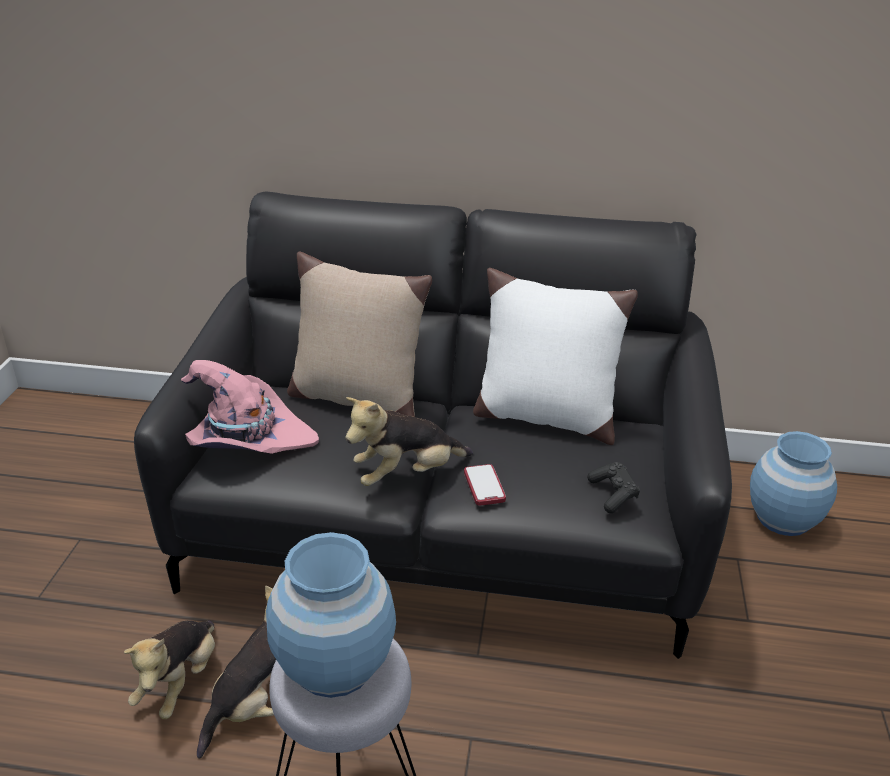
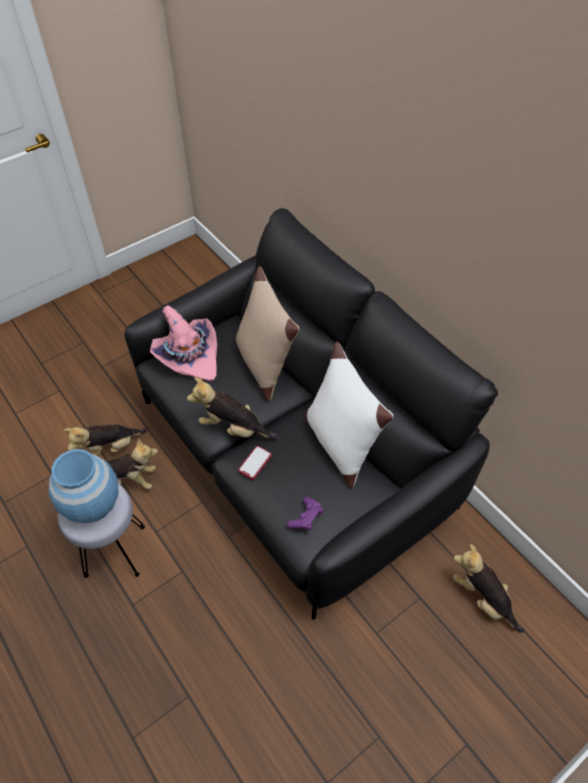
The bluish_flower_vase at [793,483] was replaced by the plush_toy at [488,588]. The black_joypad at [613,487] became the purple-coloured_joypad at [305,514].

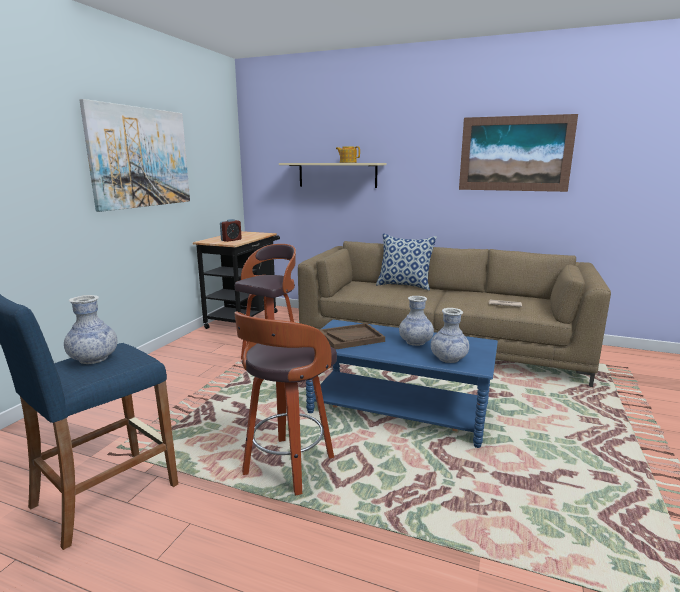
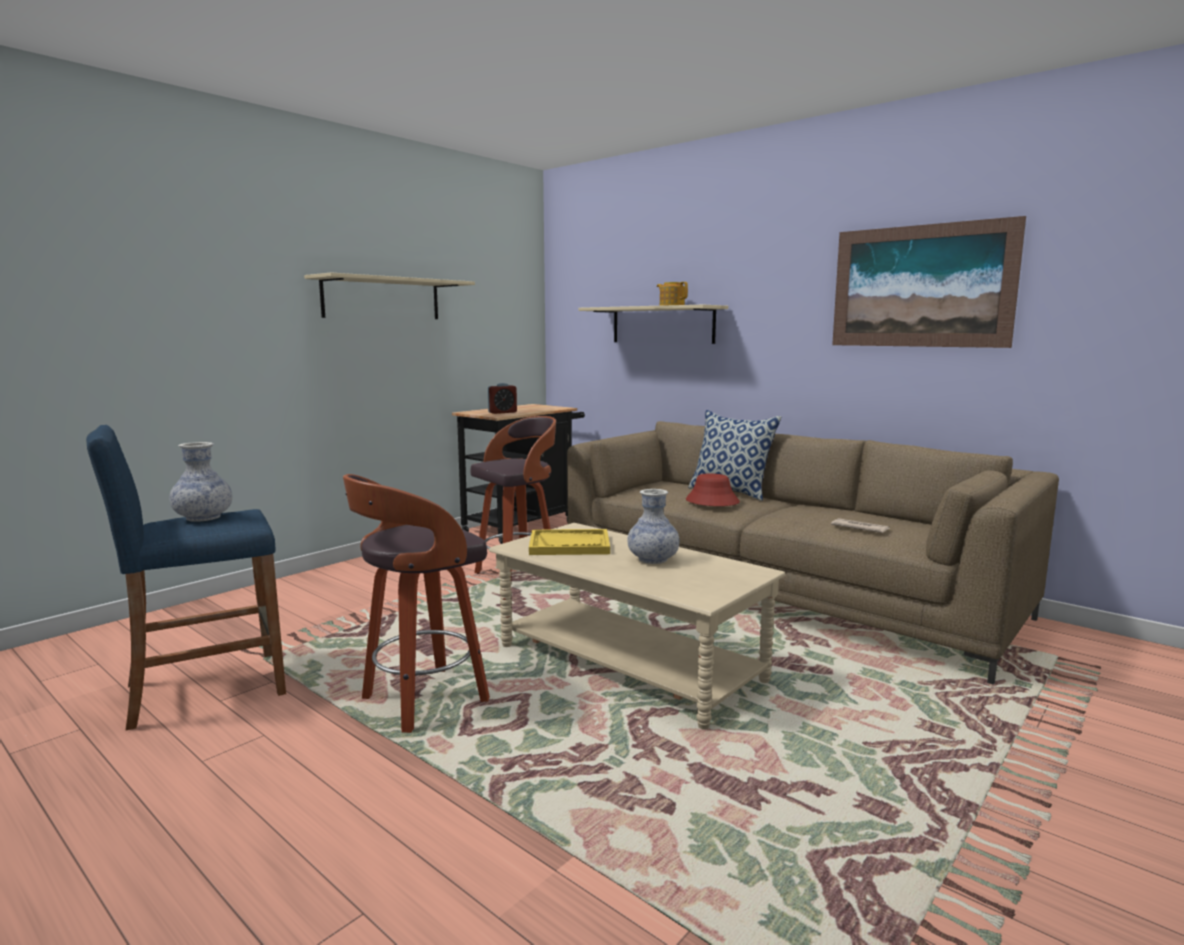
The flower_vase at [450,335] disappeared. The reddish_wearable_hat at [713,489] appeared. The wall_picture at [134,155] was replaced by the sand-coloured_shelf at [389,296]. The bluish_coffee_table at [402,384] became the sand-coloured_coffee_table at [637,626]. The brown-coloured_tray at [352,336] became the yellow-coloured_tray at [569,542].

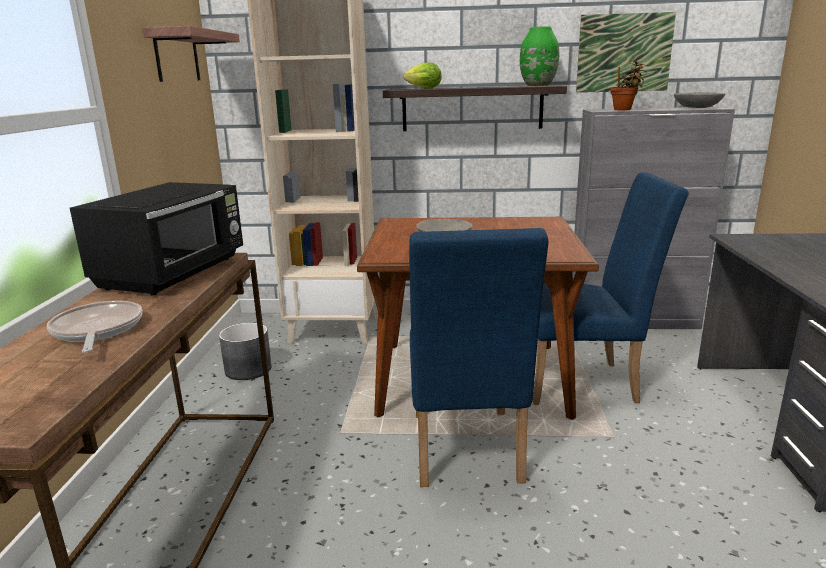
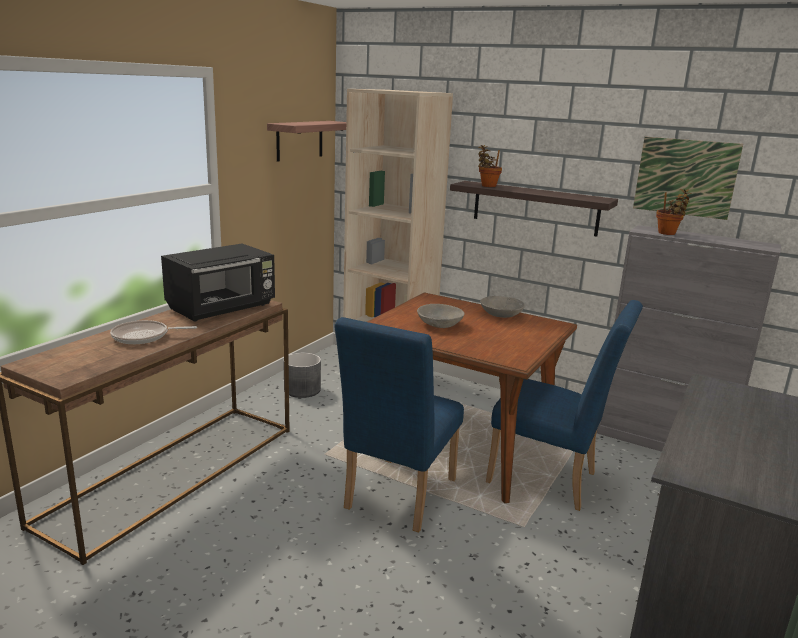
The greenish_flower_vase at [539,56] disappeared. The gray_bowl moved from [699,100] to [502,307]. The lettuce at [422,75] was replaced by the plant_in_a_pot at [490,166]. The frying_pan at [95,326] turned 105 degrees counterclockwise.

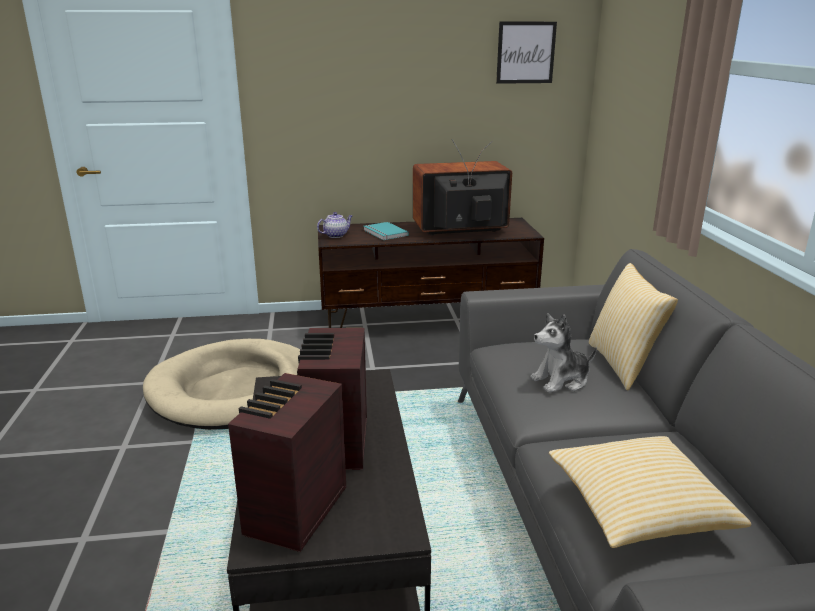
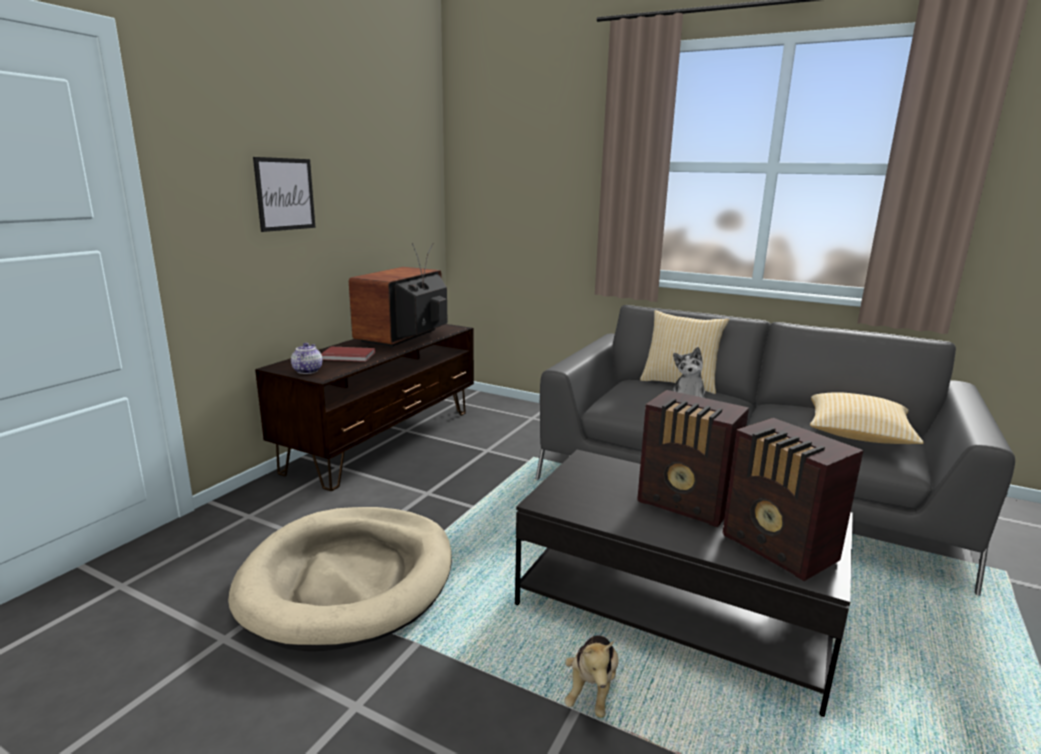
The plush_toy at [591,677] appeared. The wall_picture moved from [526,53] to [284,194]. The turquoise_volume at [386,231] became the reddish_volume at [348,354].

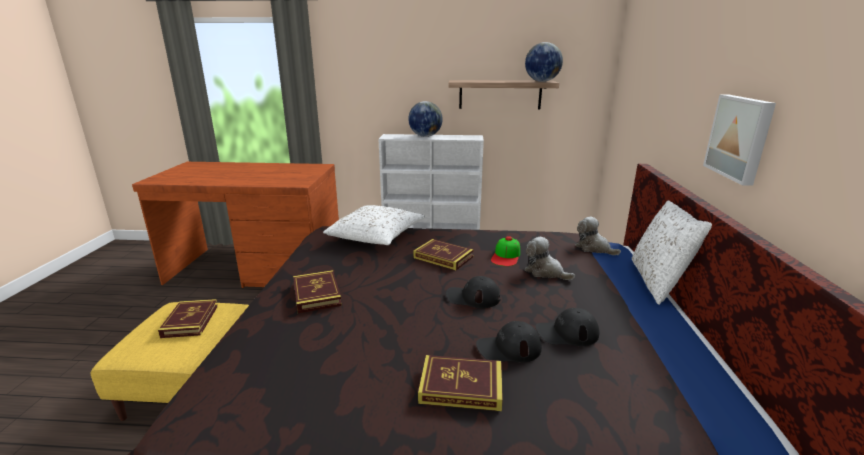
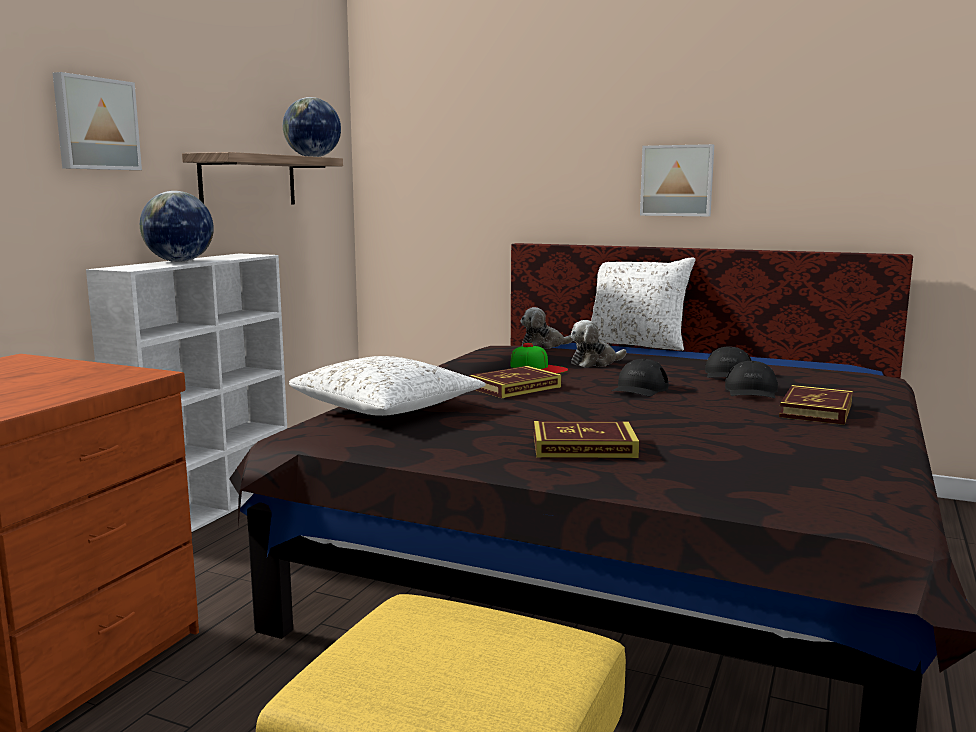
The volume at [188,318] disappeared. The wall_picture at [97,121] appeared.

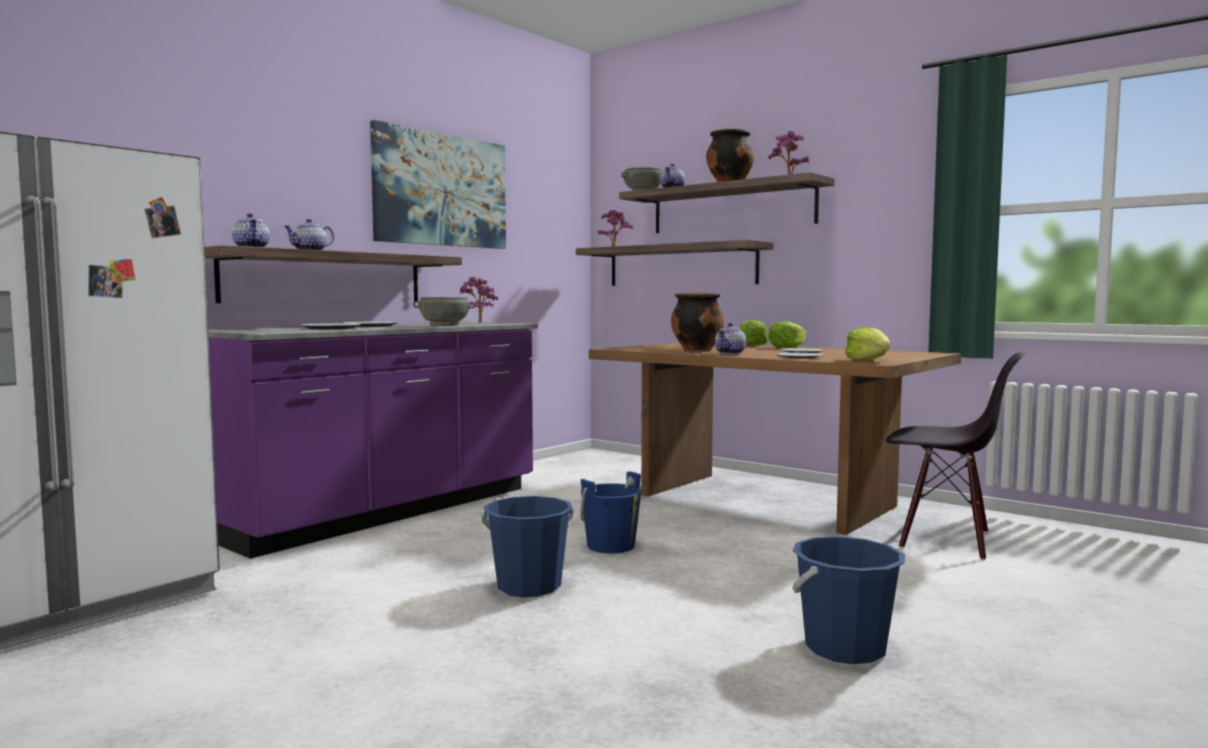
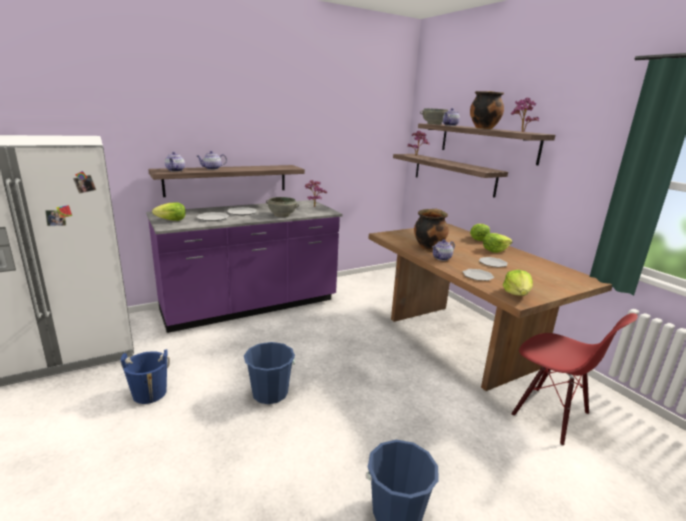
The wall_picture at [438,184] disappeared. The lettuce at [169,211] appeared. The bluish_bucket moved from [610,512] to [145,376]. The black_upright_chair at [956,456] became the reddish_upright_chair at [574,379].

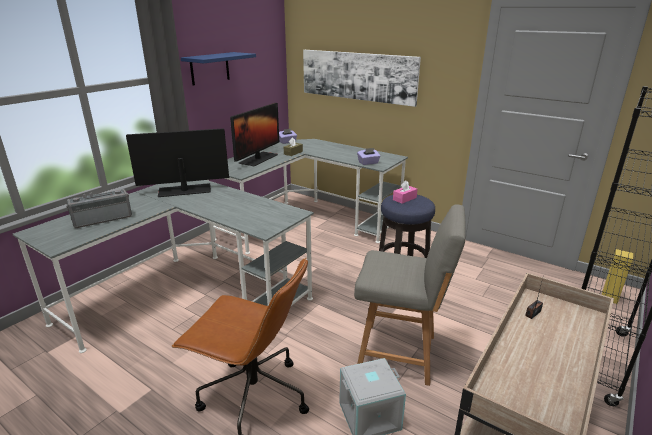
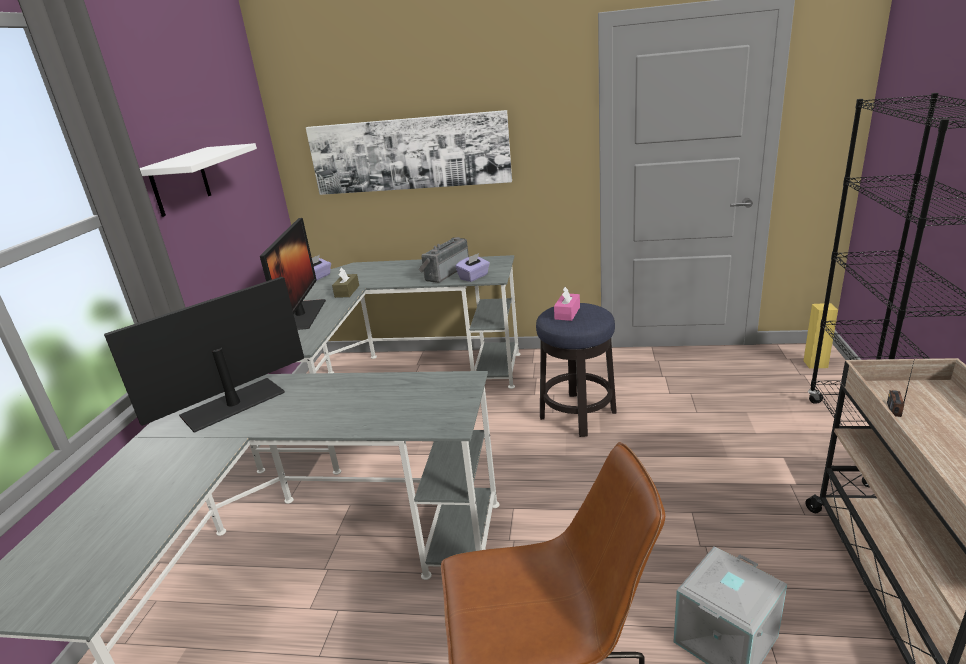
The gray_upright_chair at [410,295] disappeared. The radio_set moved from [99,208] to [443,260]. The bluish_shelf at [218,69] became the white-coloured_shelf at [198,180].

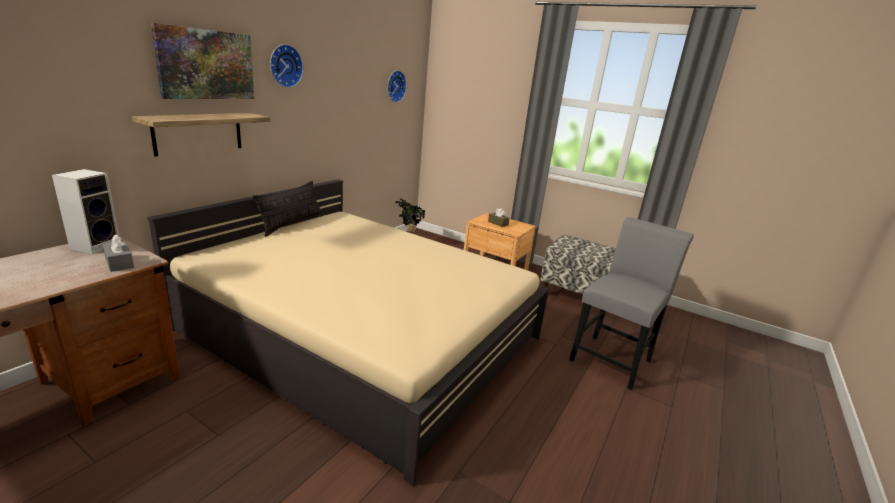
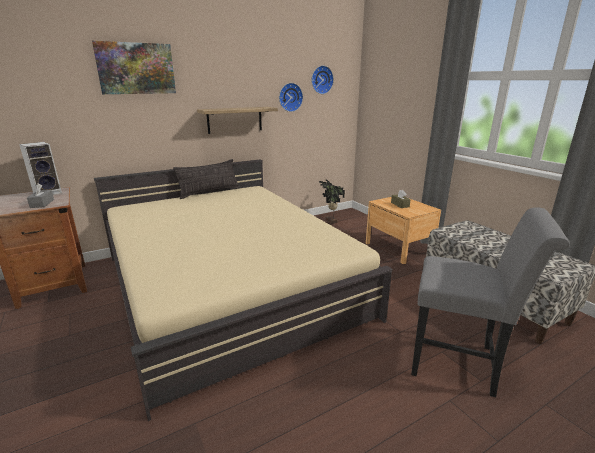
The shelf moved from [201,135] to [237,120]. The wall_clock moved from [286,66] to [291,97]. The gray_upright_chair at [631,303] turned 45 degrees clockwise.

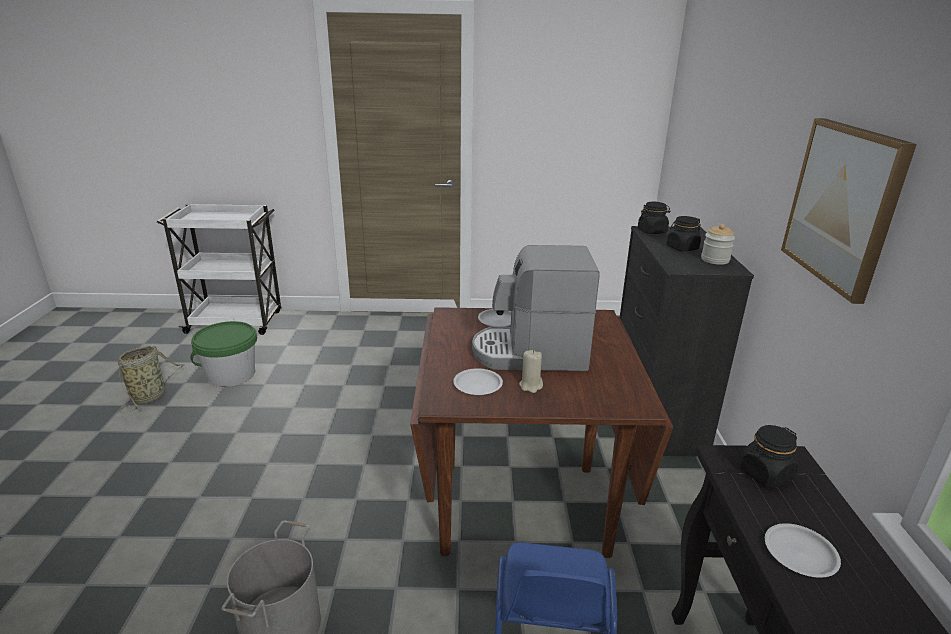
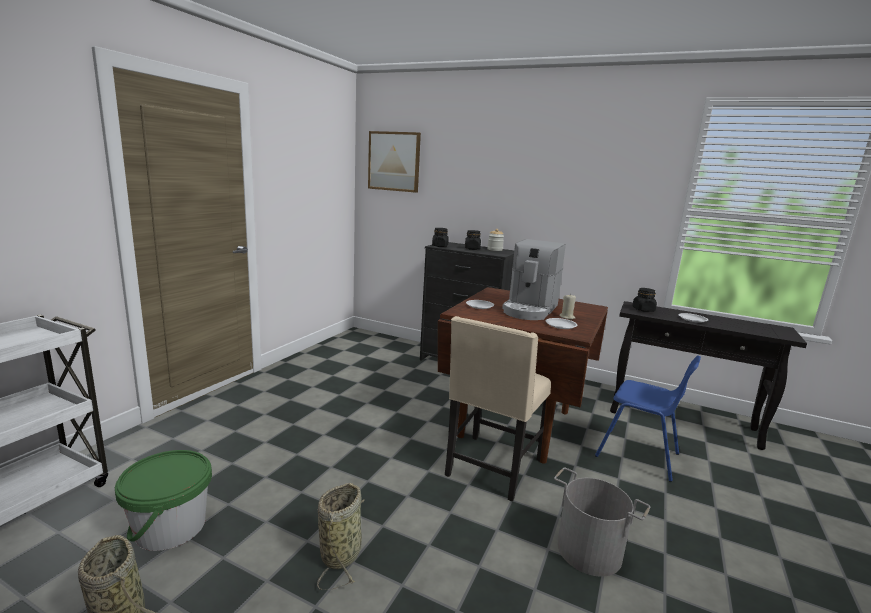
The basket at [341,536] appeared. The sand-coloured_upright_chair at [498,408] appeared. The wall_picture moved from [849,211] to [394,162].

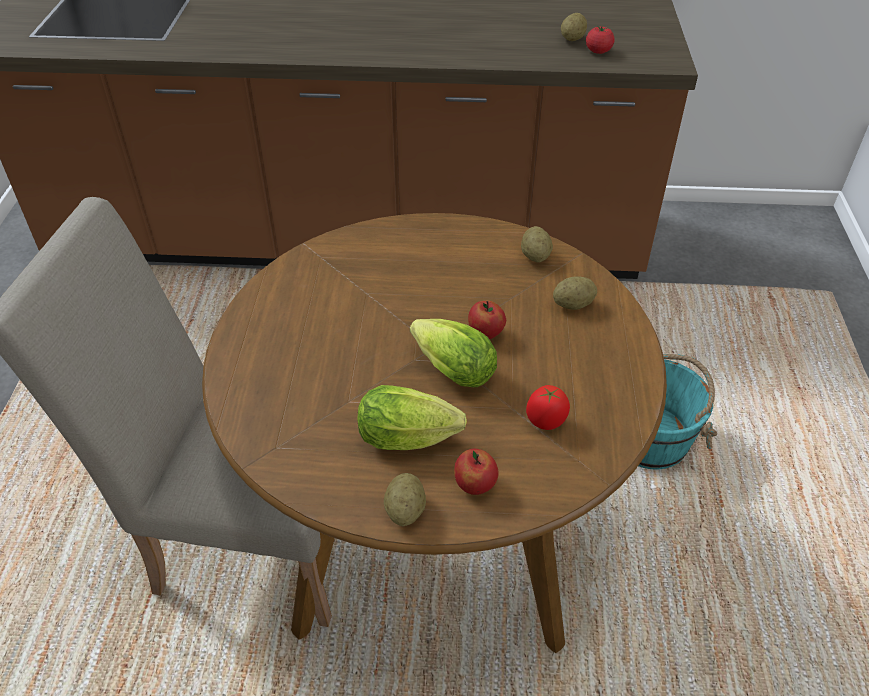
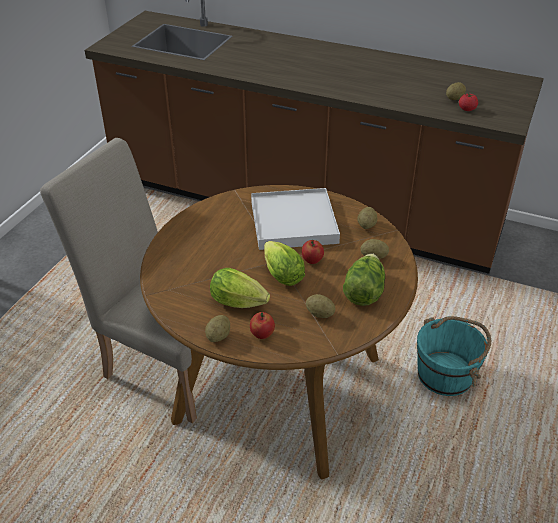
The white-coloured_tray at [295,219] appeared. The lettuce at [364,279] appeared. The fresh_tomato at [548,407] was replaced by the potato at [320,306].

